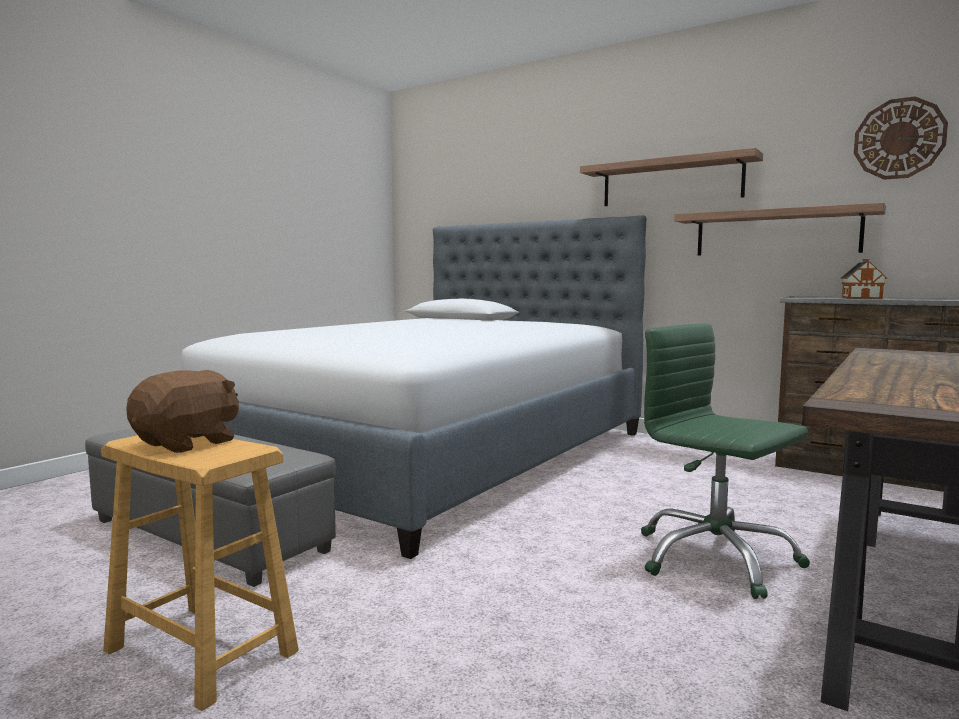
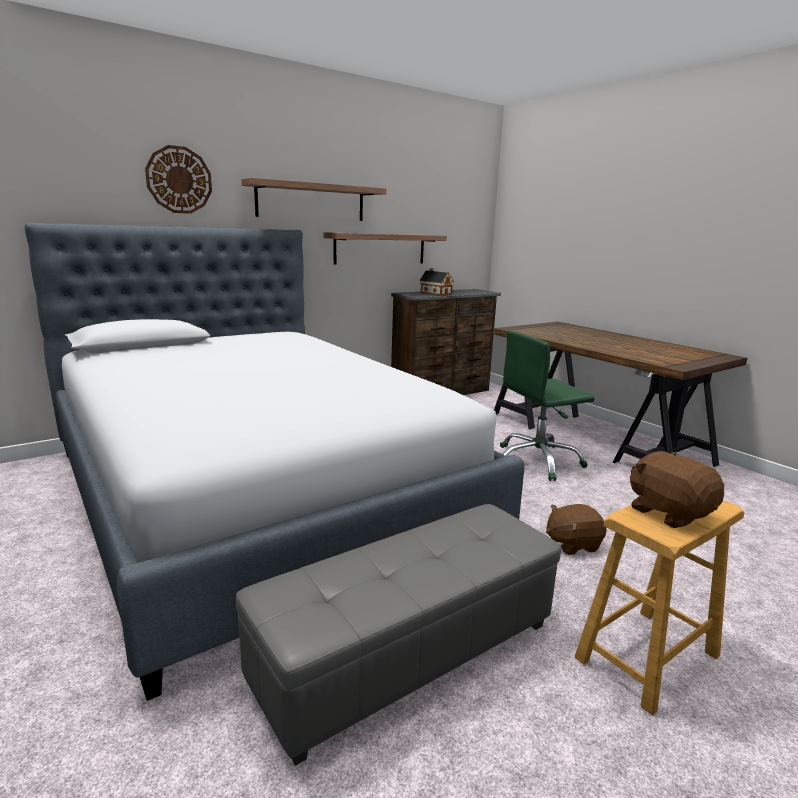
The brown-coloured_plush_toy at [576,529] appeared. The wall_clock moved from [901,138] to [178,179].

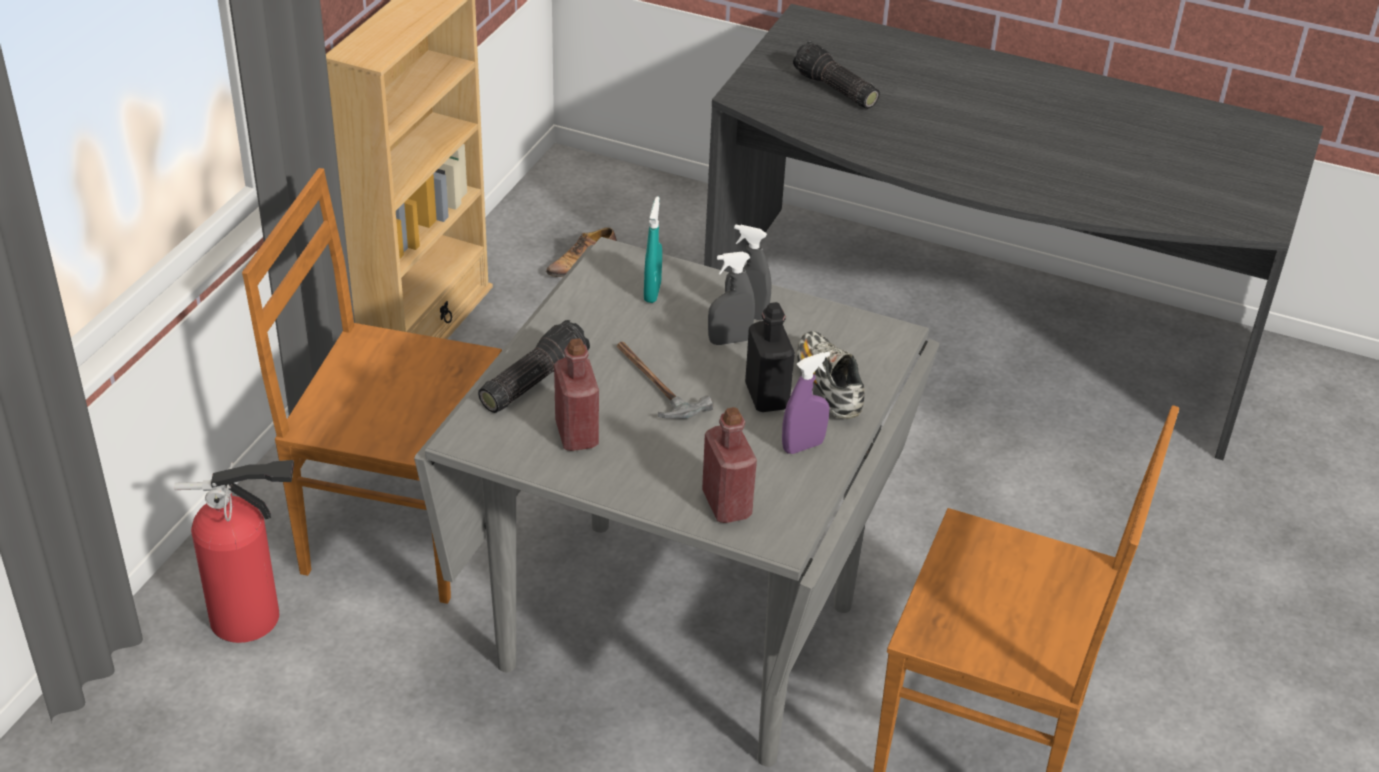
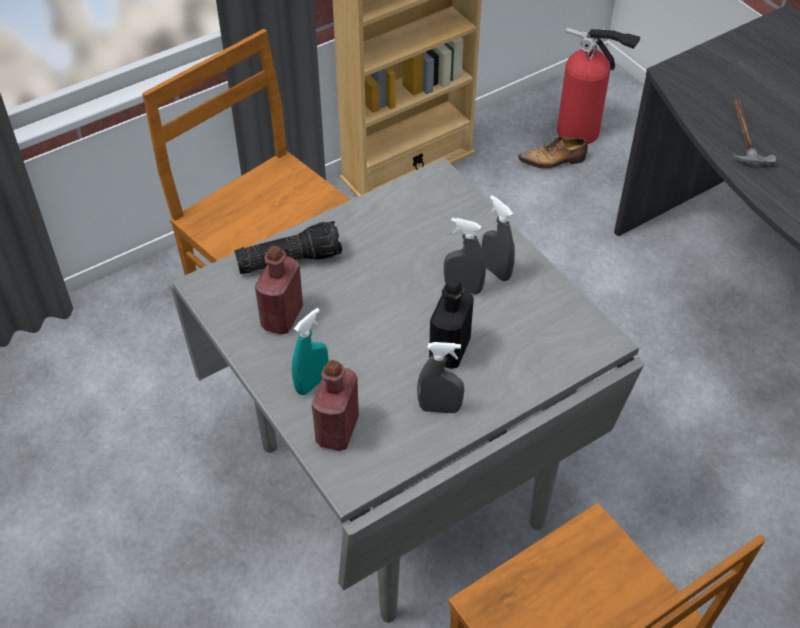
The hand_torch at [836,75] disappeared. The shoe at [831,375] disappeared. The fire_extinguisher moved from [234,551] to [598,85]. The hammer moved from [664,380] to [754,133]. The turquoise_spray_bottle moved from [653,249] to [310,351]. The purple-coloured_spray_bottle at [806,402] became the gray_spray_bottle at [440,377].

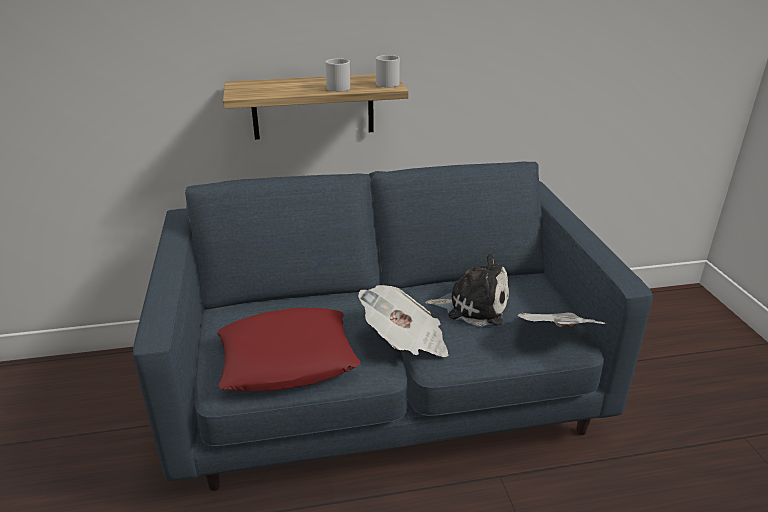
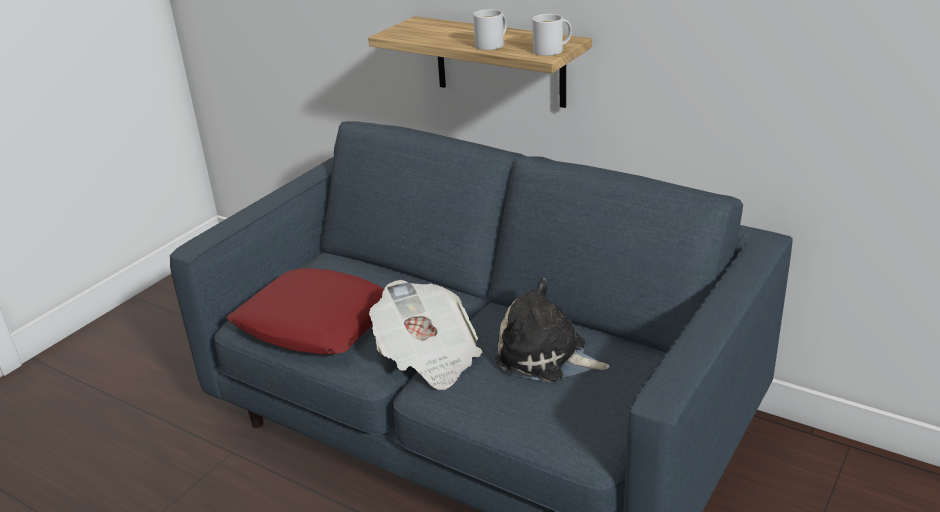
The newspaper at [561,319] disappeared. The plush_toy at [467,290] turned 150 degrees clockwise.

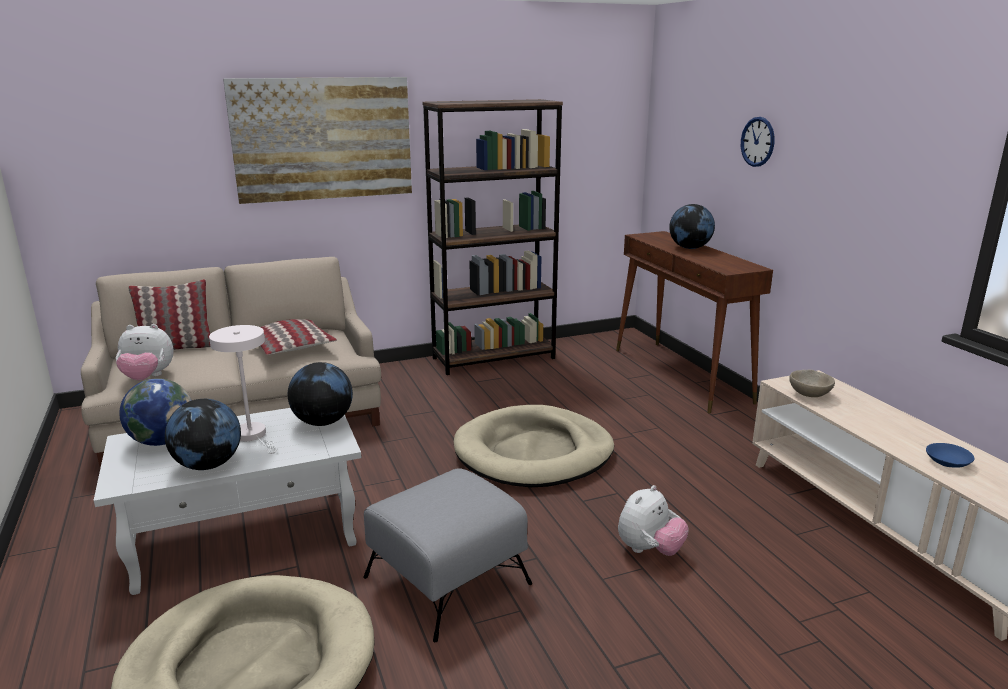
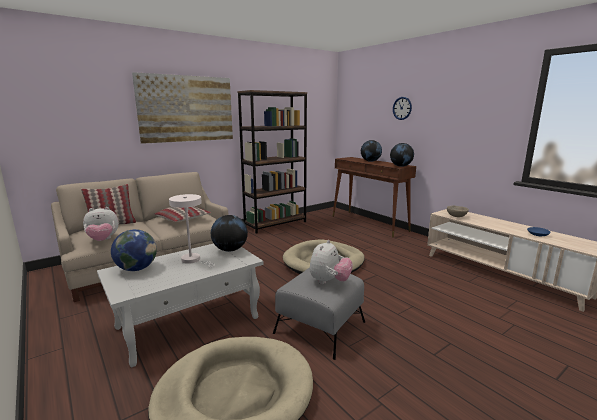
The world_globe moved from [203,434] to [402,155]. The plush_toy moved from [653,520] to [331,262].

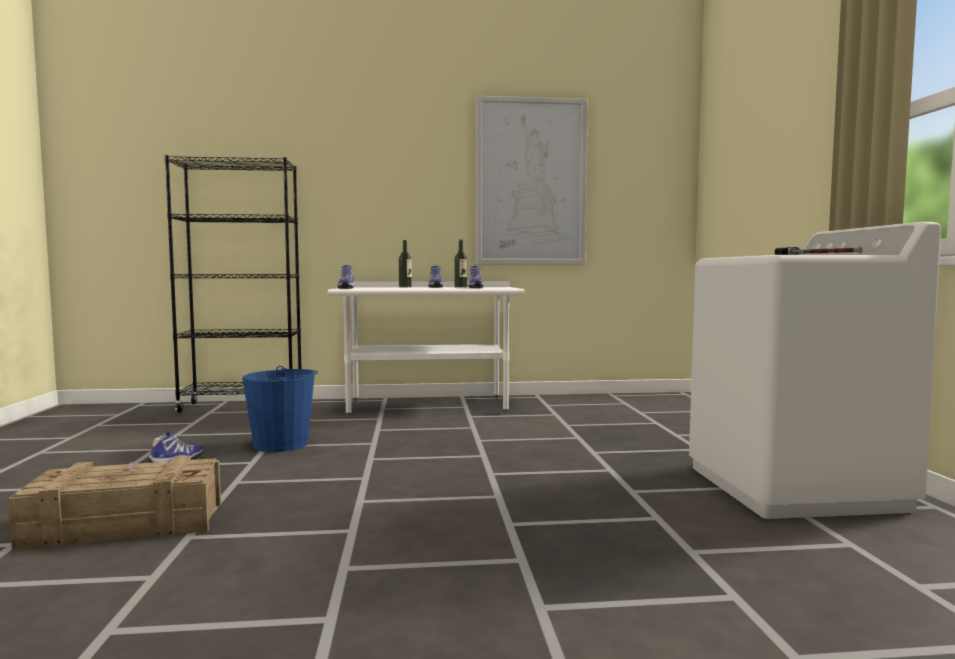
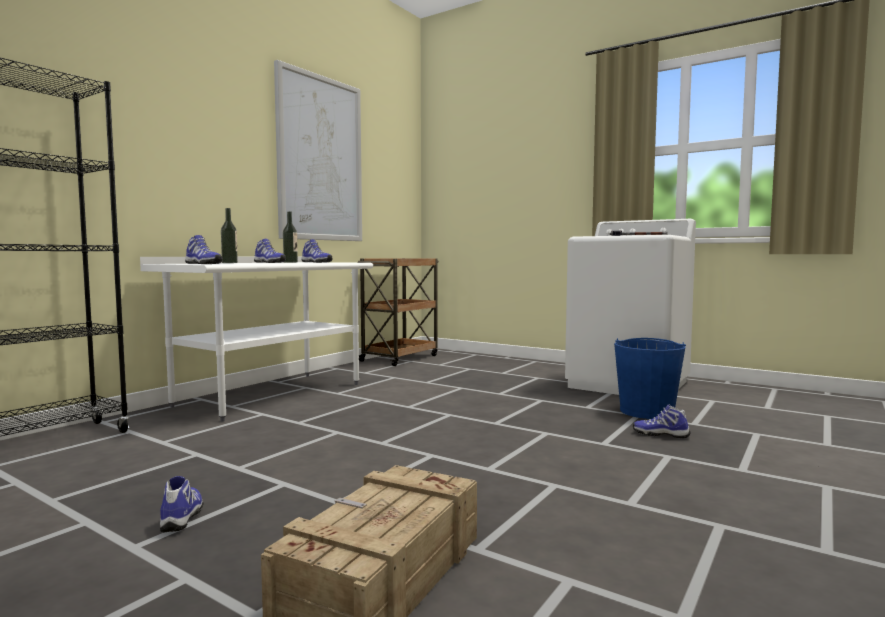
The brown-coloured_cart at [398,312] appeared. The shoe at [661,421] appeared. The bluish_bucket moved from [280,409] to [650,378].

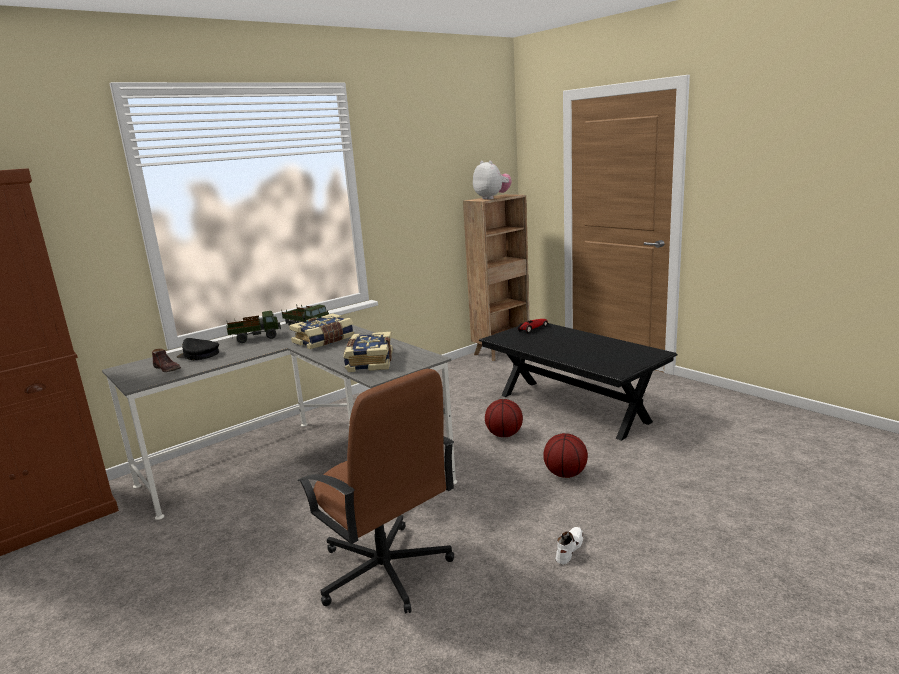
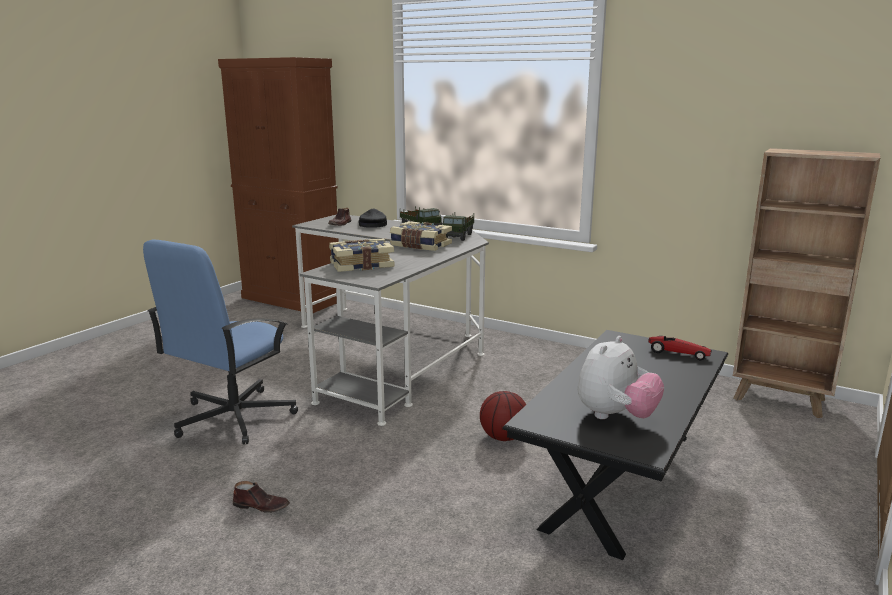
The basketball at [565,455] disappeared. The plush_toy moved from [492,180] to [621,377]. The brown-coloured_office_chair at [375,491] became the bluish_office_chair at [220,341]. The white-coloured_shoe at [569,546] became the brown-coloured_shoe at [261,497].

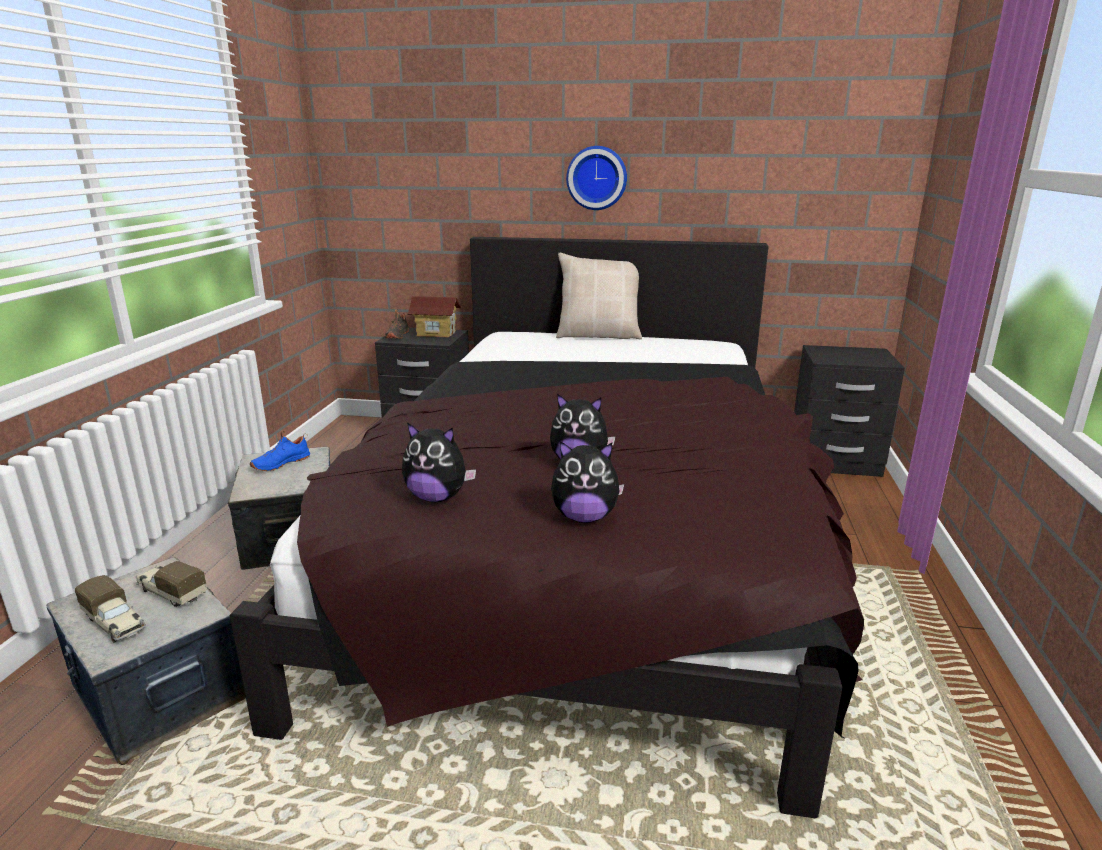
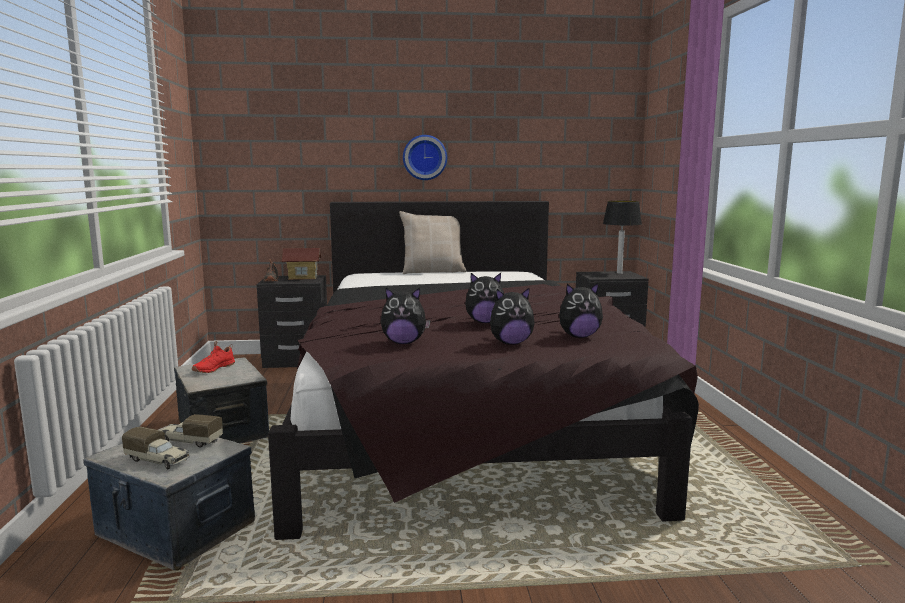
The plush_toy at [581,310] appeared. The tabletop_lamp at [622,237] appeared. The bluish_shoe at [280,451] became the reddish_shoe at [213,357].

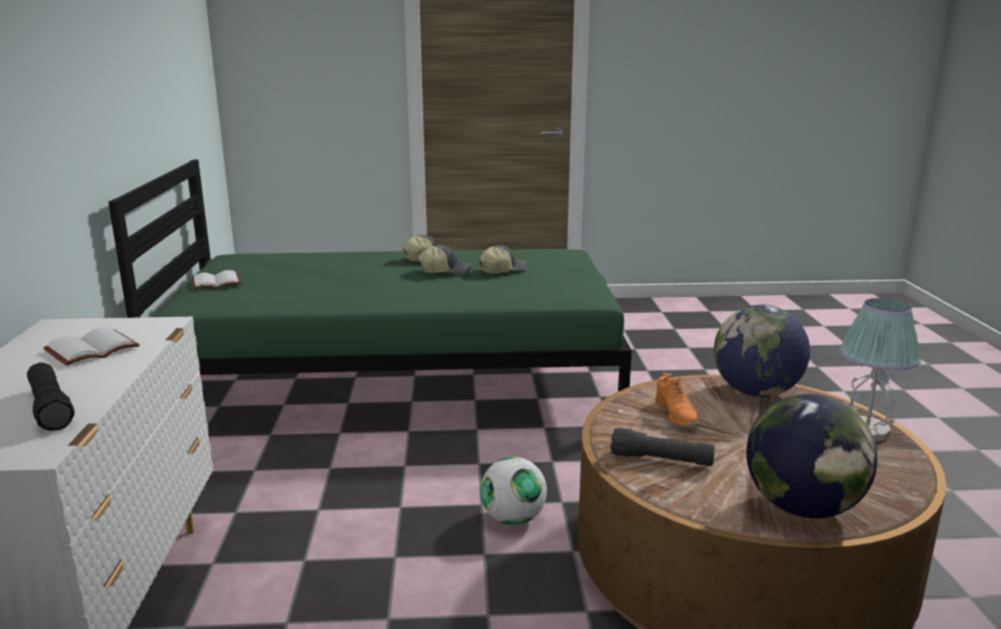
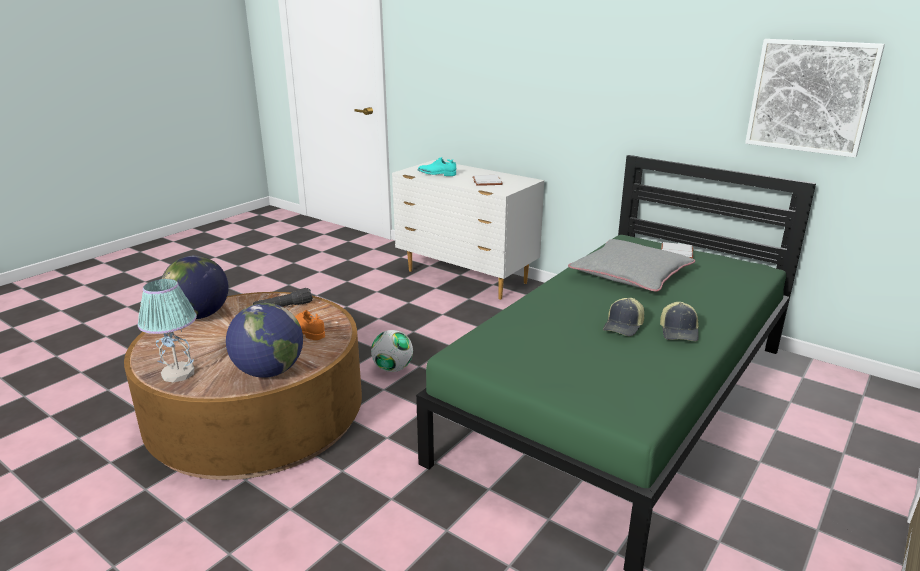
The cap at [503,260] disappeared. The gray_cushion at [631,265] appeared. The wall_picture at [815,98] appeared. The black_hand_torch at [51,396] was replaced by the turquoise_shoe at [436,166].

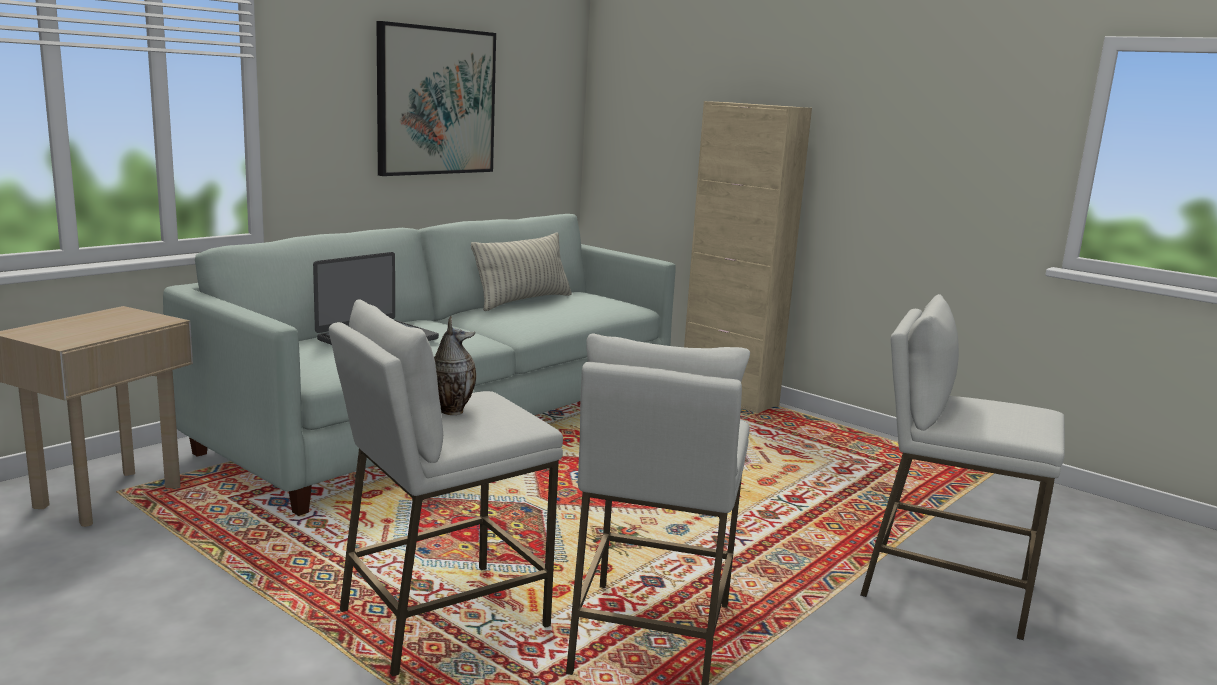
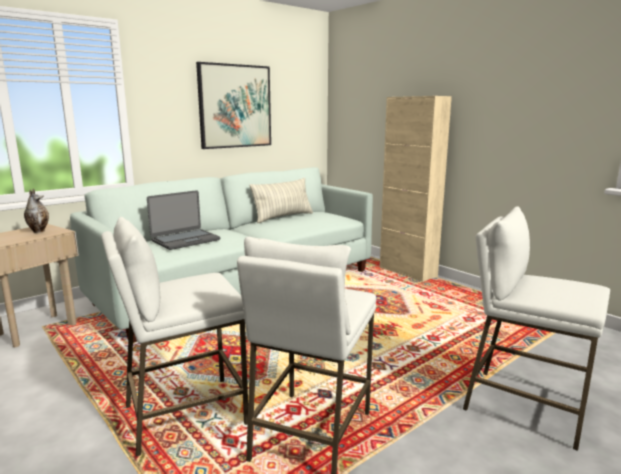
The flower_vase moved from [455,365] to [36,211].

